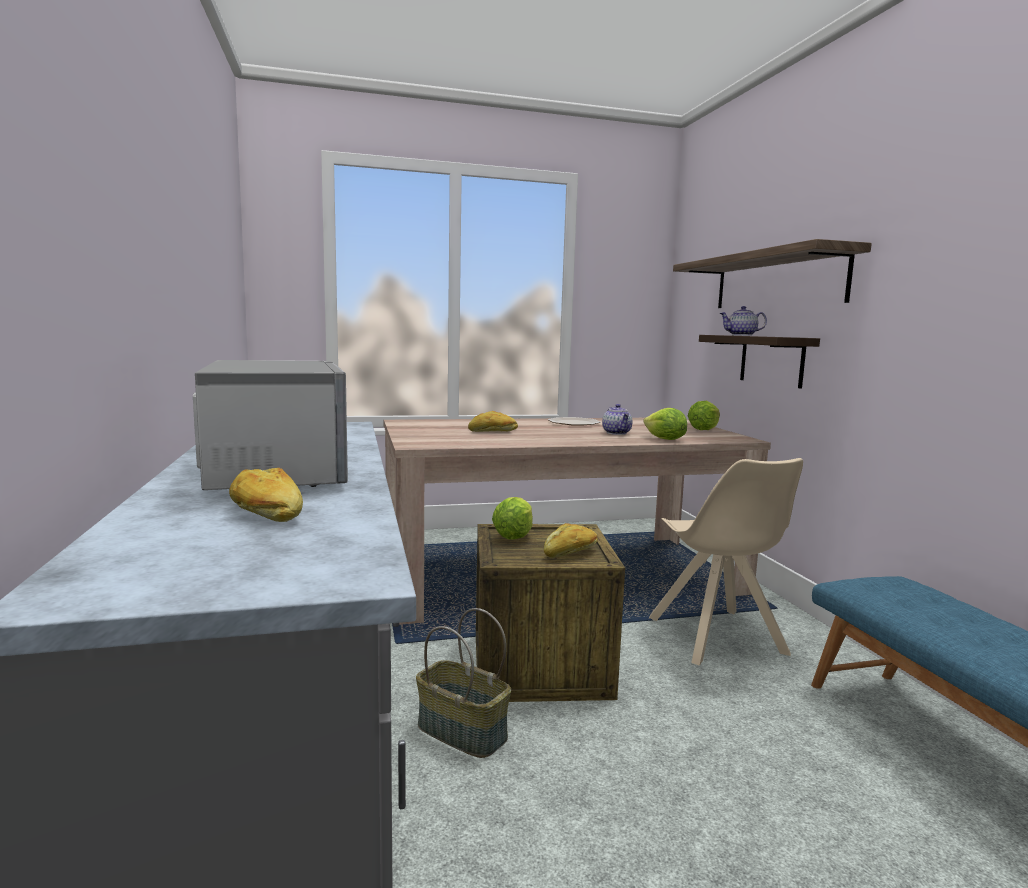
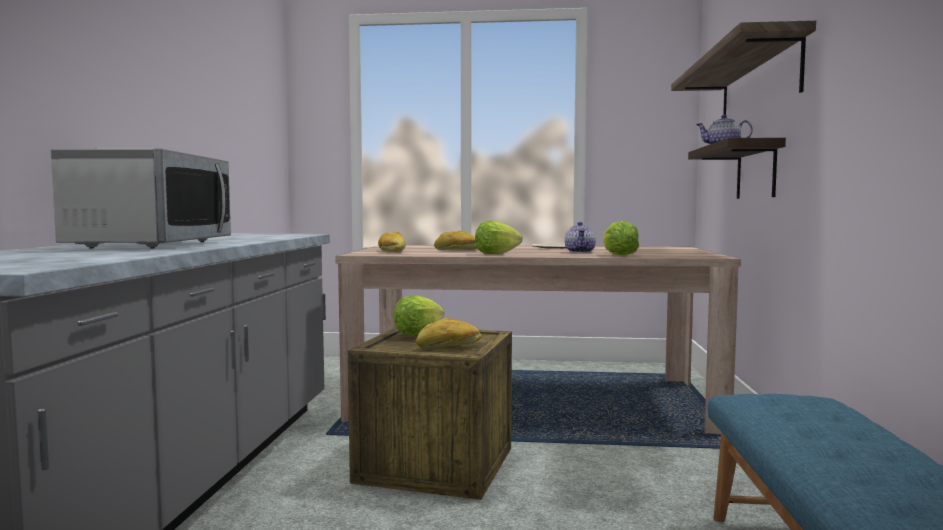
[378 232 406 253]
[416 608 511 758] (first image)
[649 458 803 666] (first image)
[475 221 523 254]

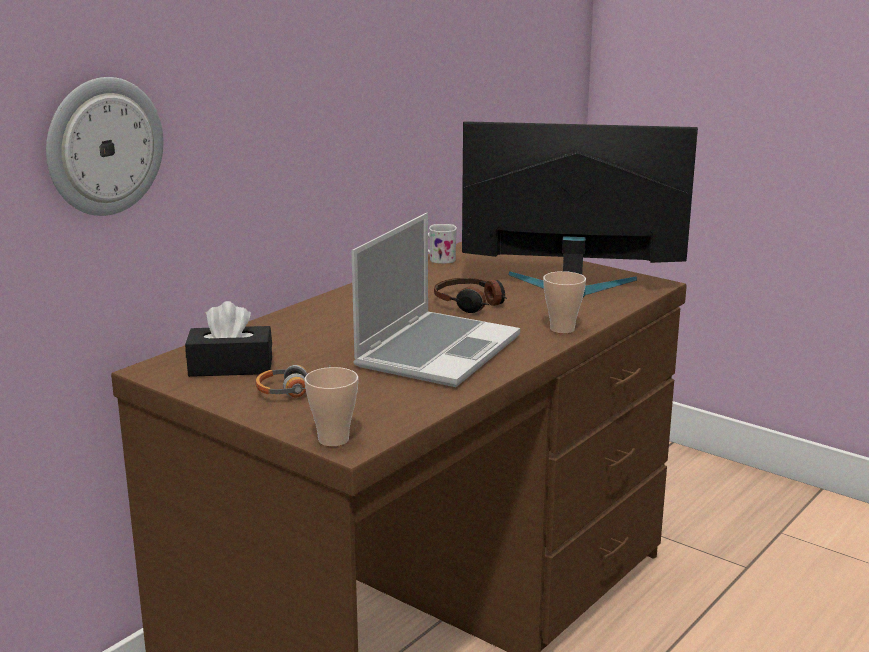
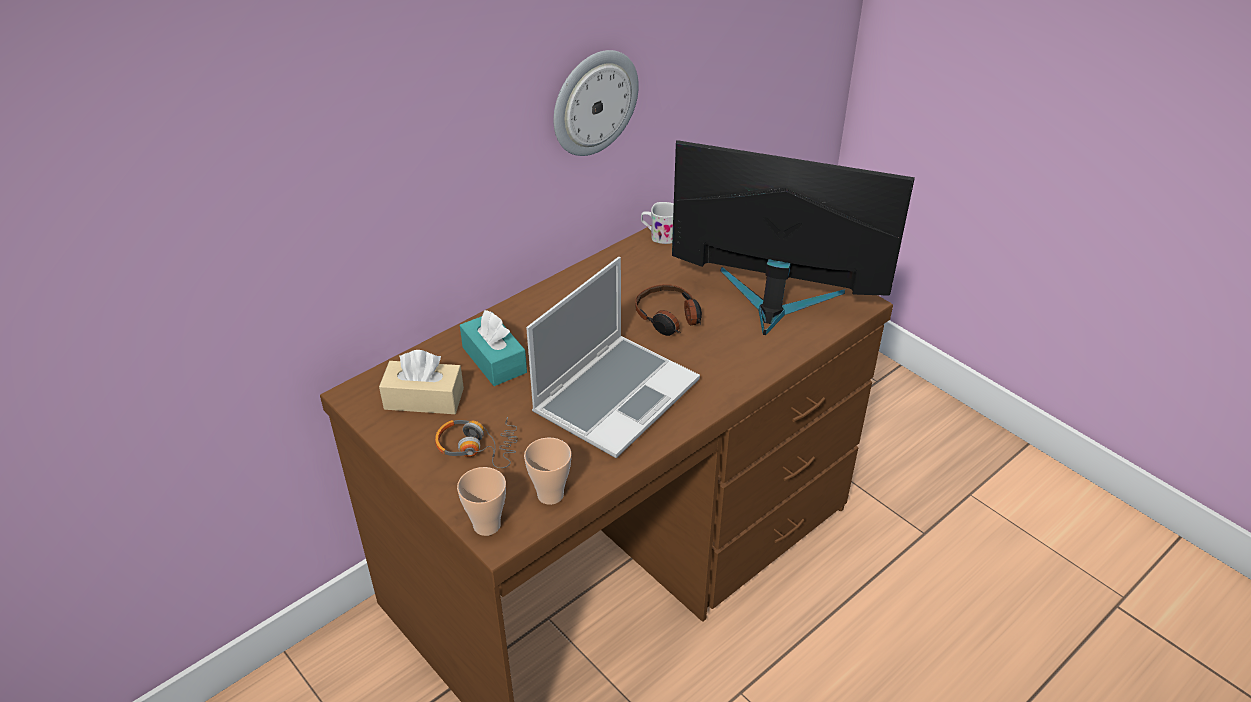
[553 50 639 156]
[379 350 464 414]
[524 438 572 505]
[460 310 527 386]

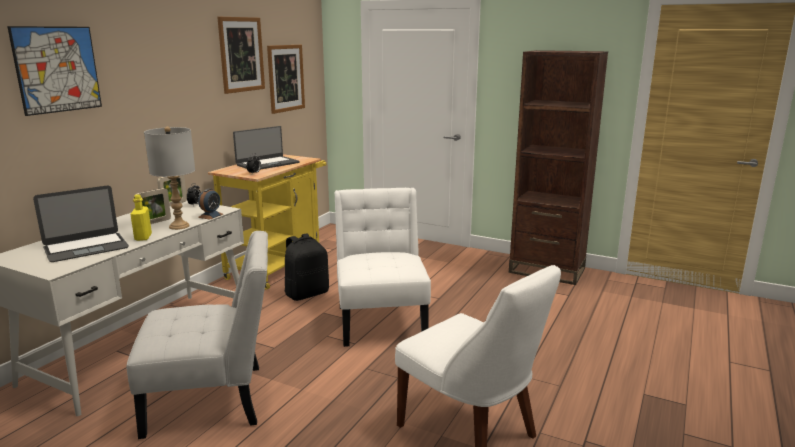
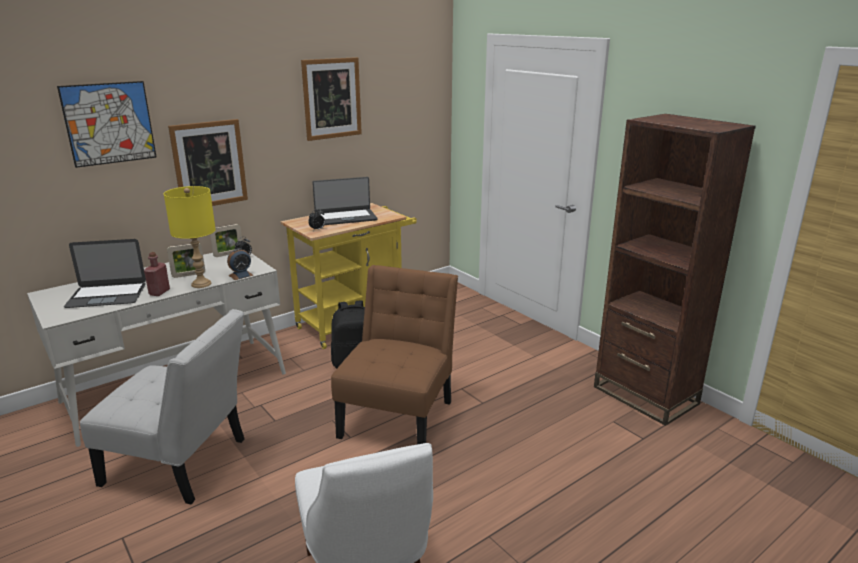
[144 252 170 296]
[164 186 216 288]
[168 119 248 206]
[331 265 458 444]

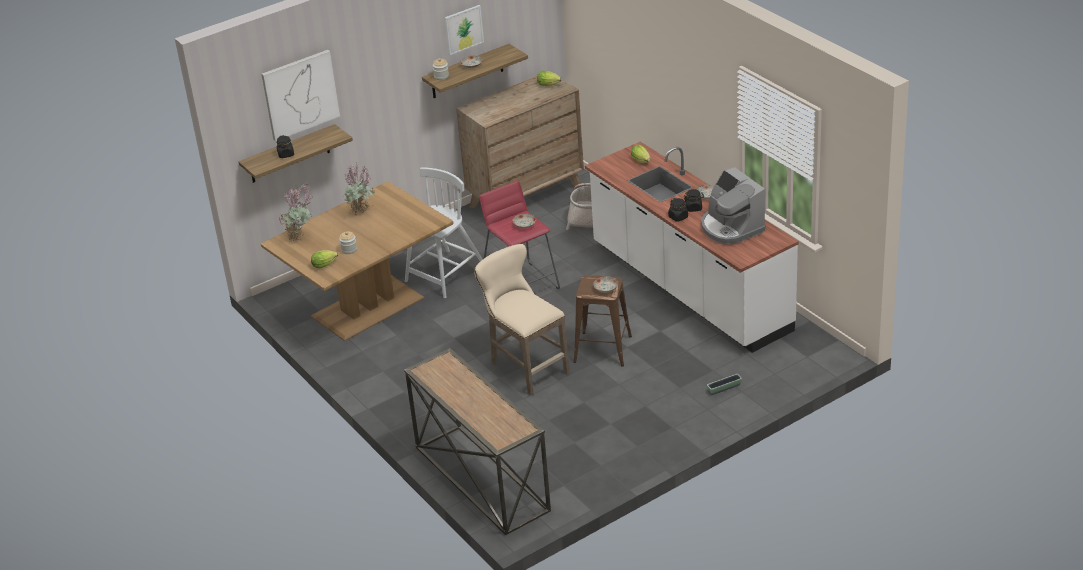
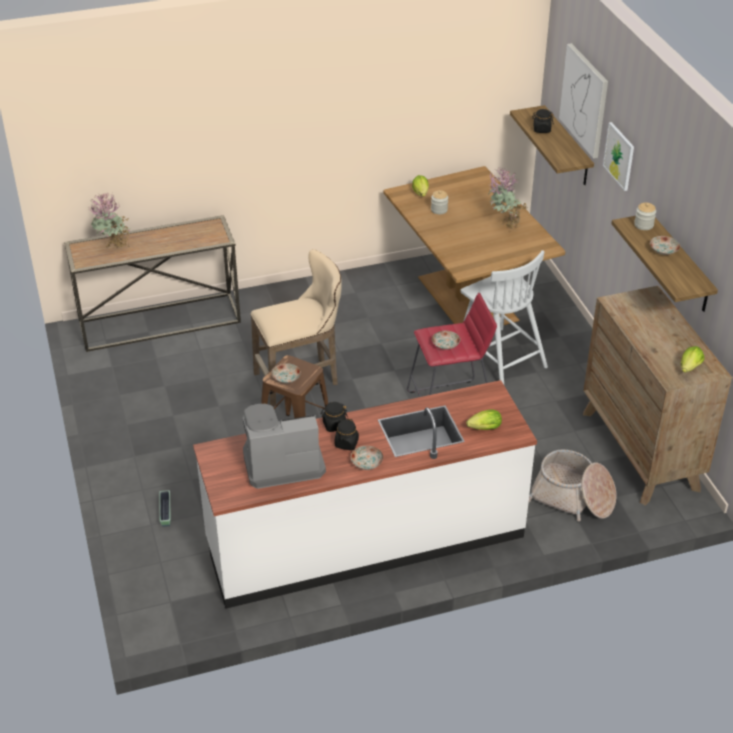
[88 192 131 248]
[603 122 634 191]

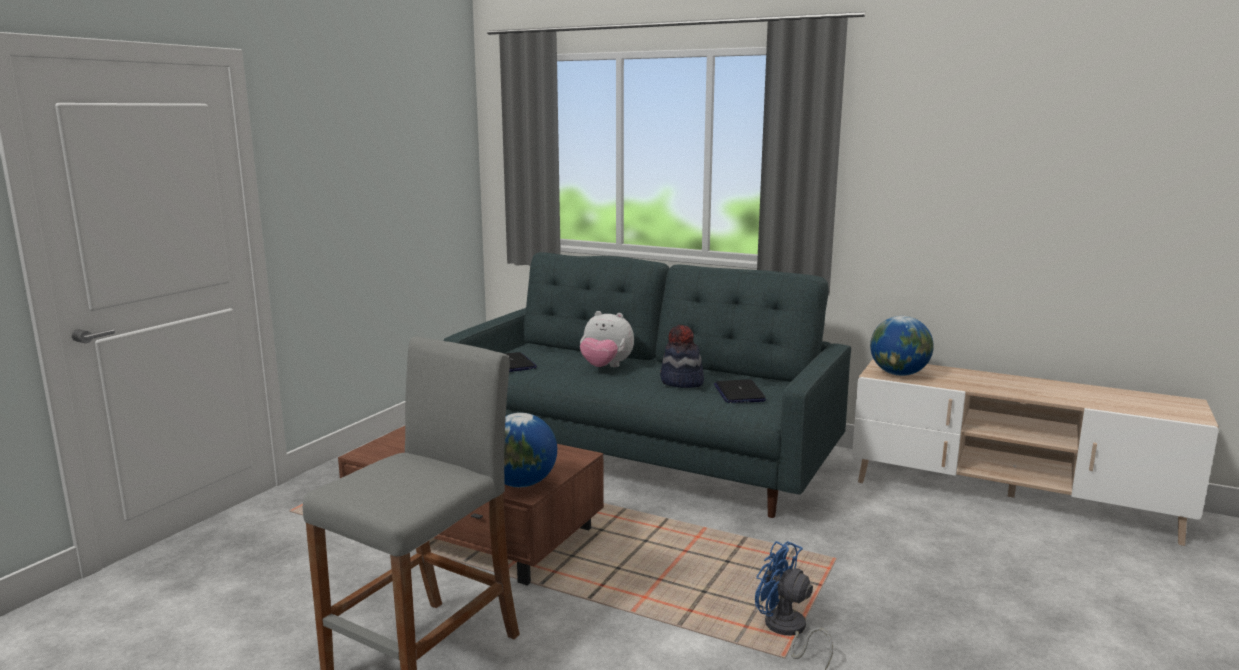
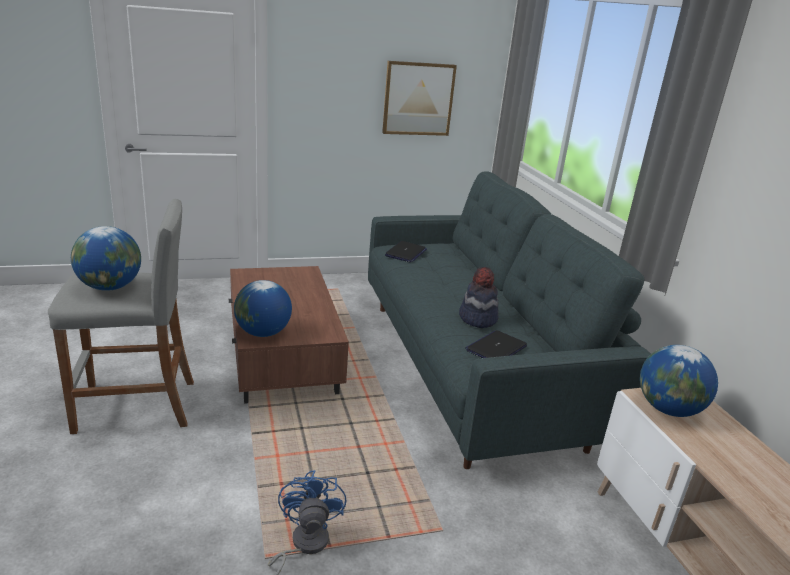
[580 311 634 367] (first image)
[71 226 141 291]
[382 61 457 136]

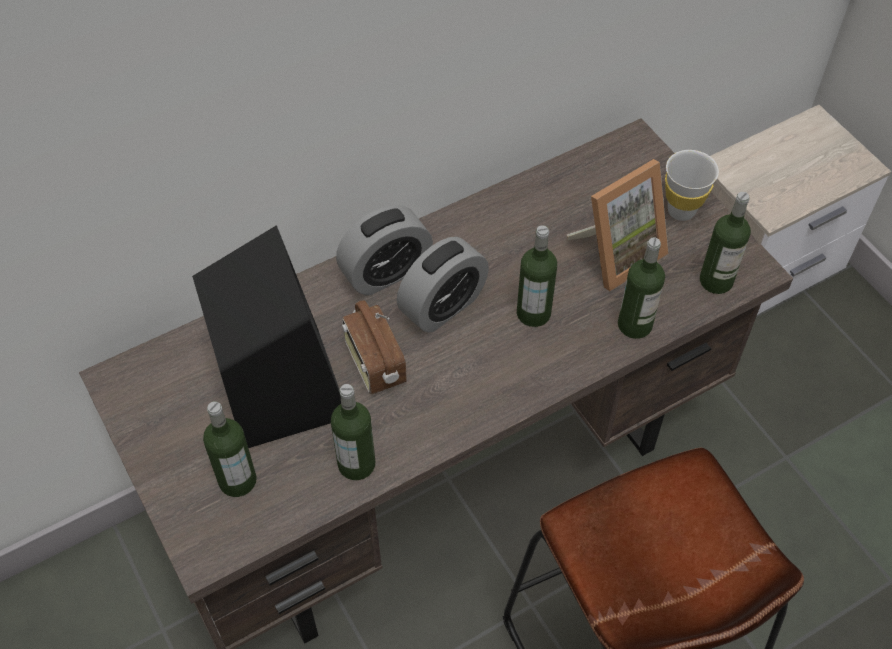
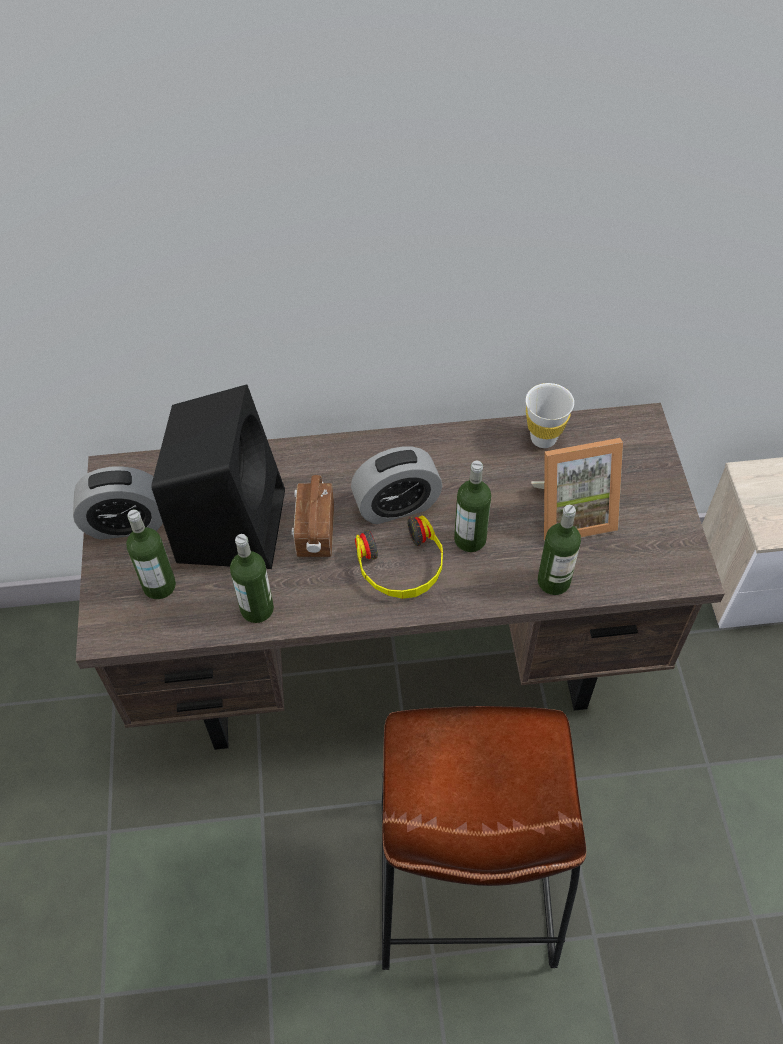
[73 466 163 540]
[526 383 574 448]
[700 192 751 294] (first image)
[355 515 443 599]

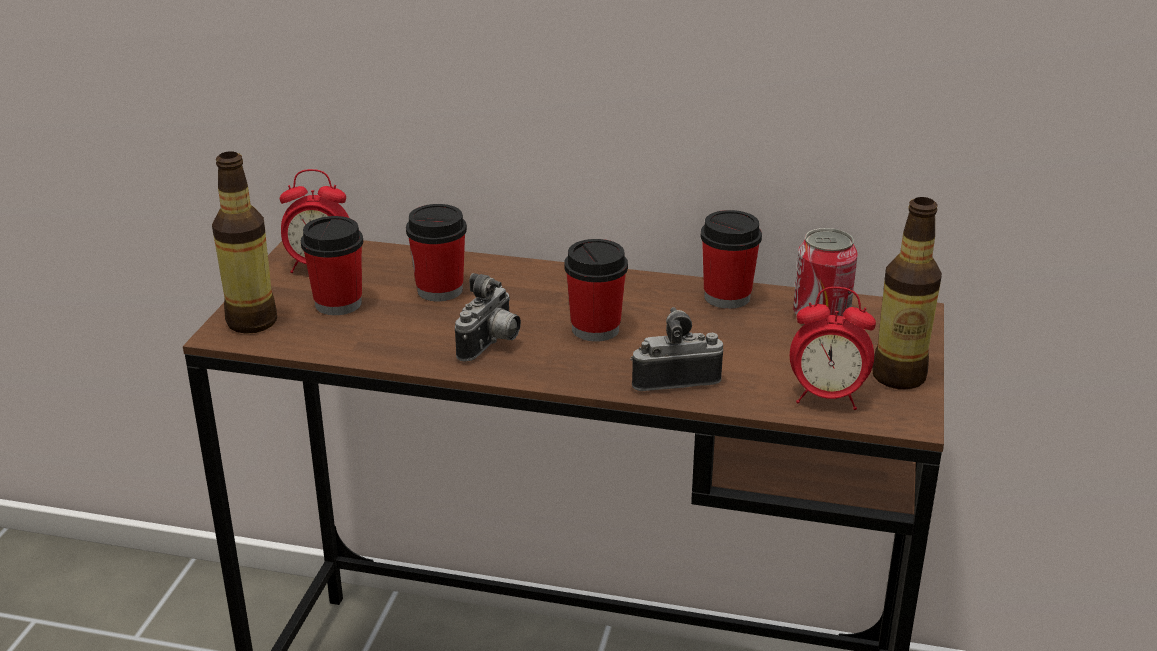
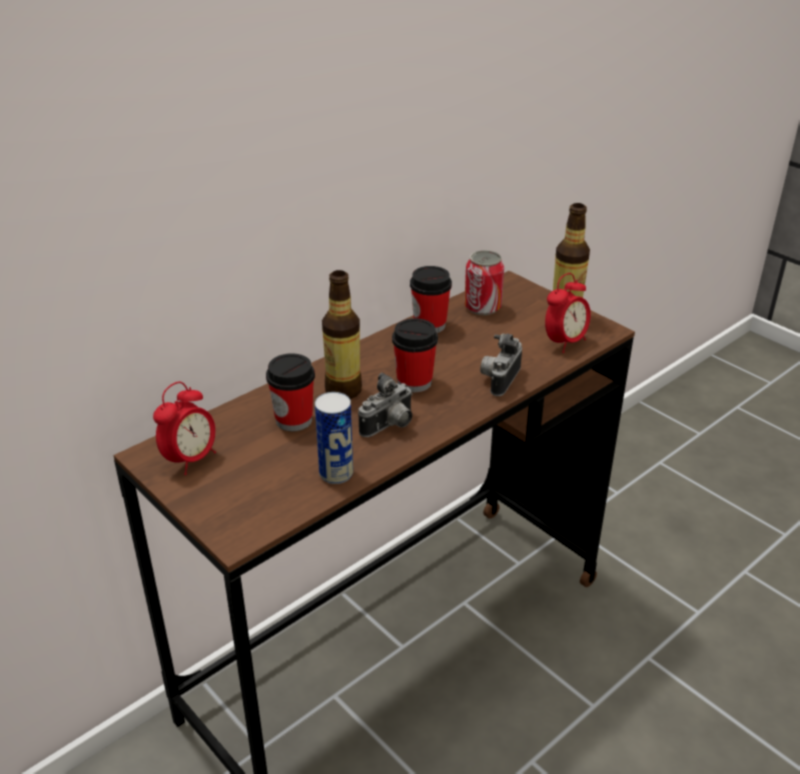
[322 270 362 399]
[301 216 363 315] (first image)
[358 373 413 437]
[315 392 353 484]

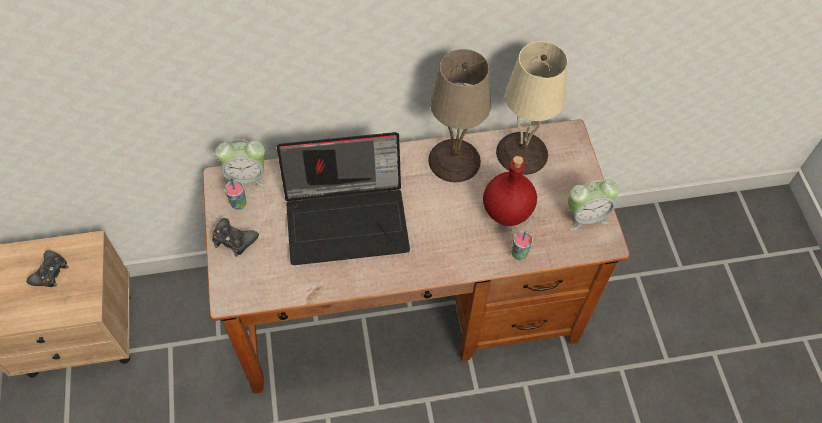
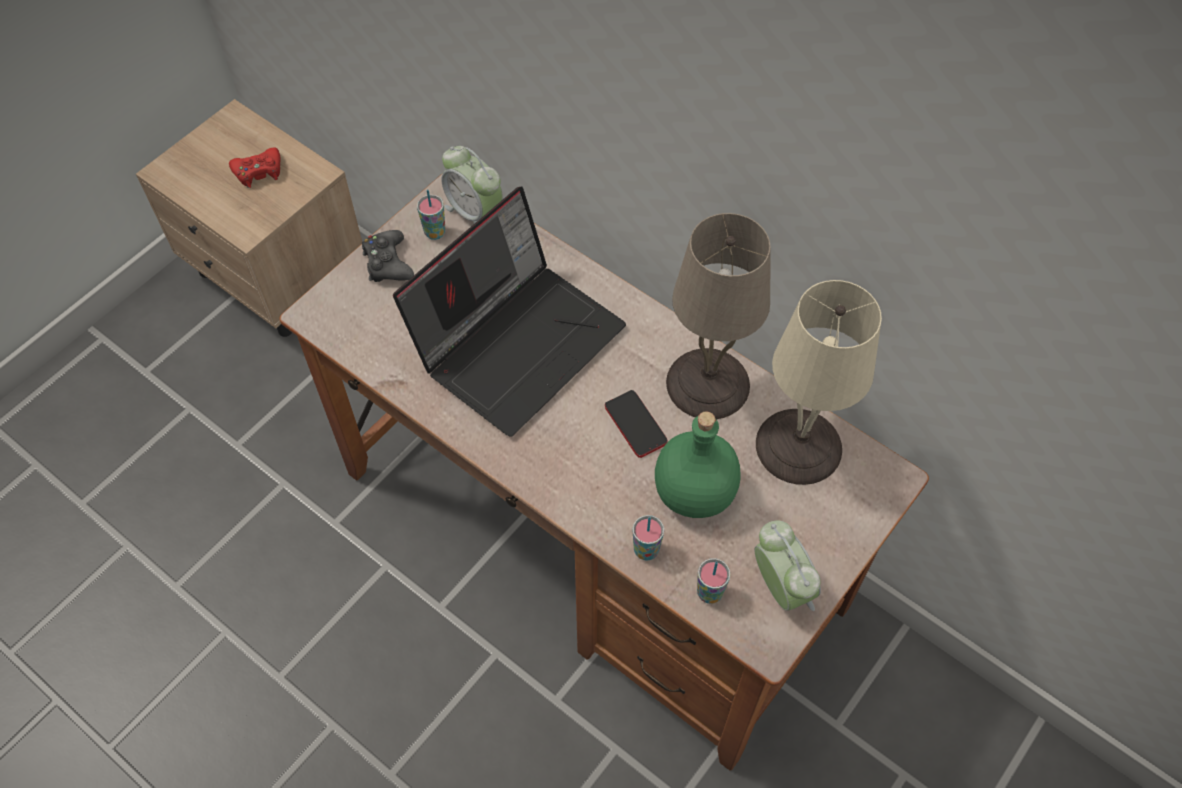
[229 148 280 188]
[393 186 626 437]
[655 411 741 518]
[754 521 821 611]
[605 390 668 458]
[697 558 730 604]

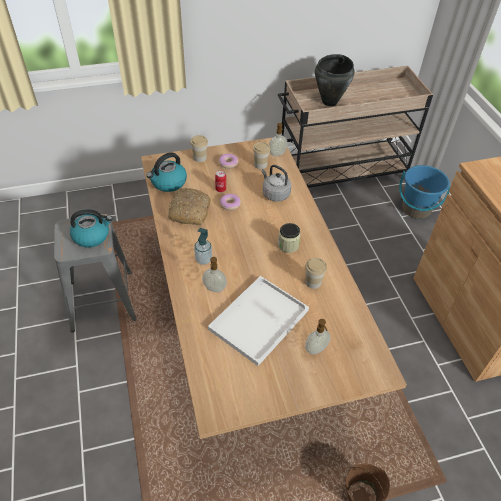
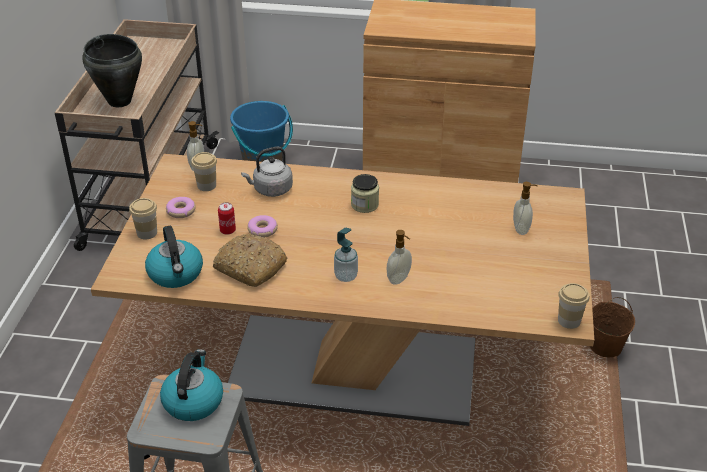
[208 276 309 366] (first image)
[558 283 589 329]

